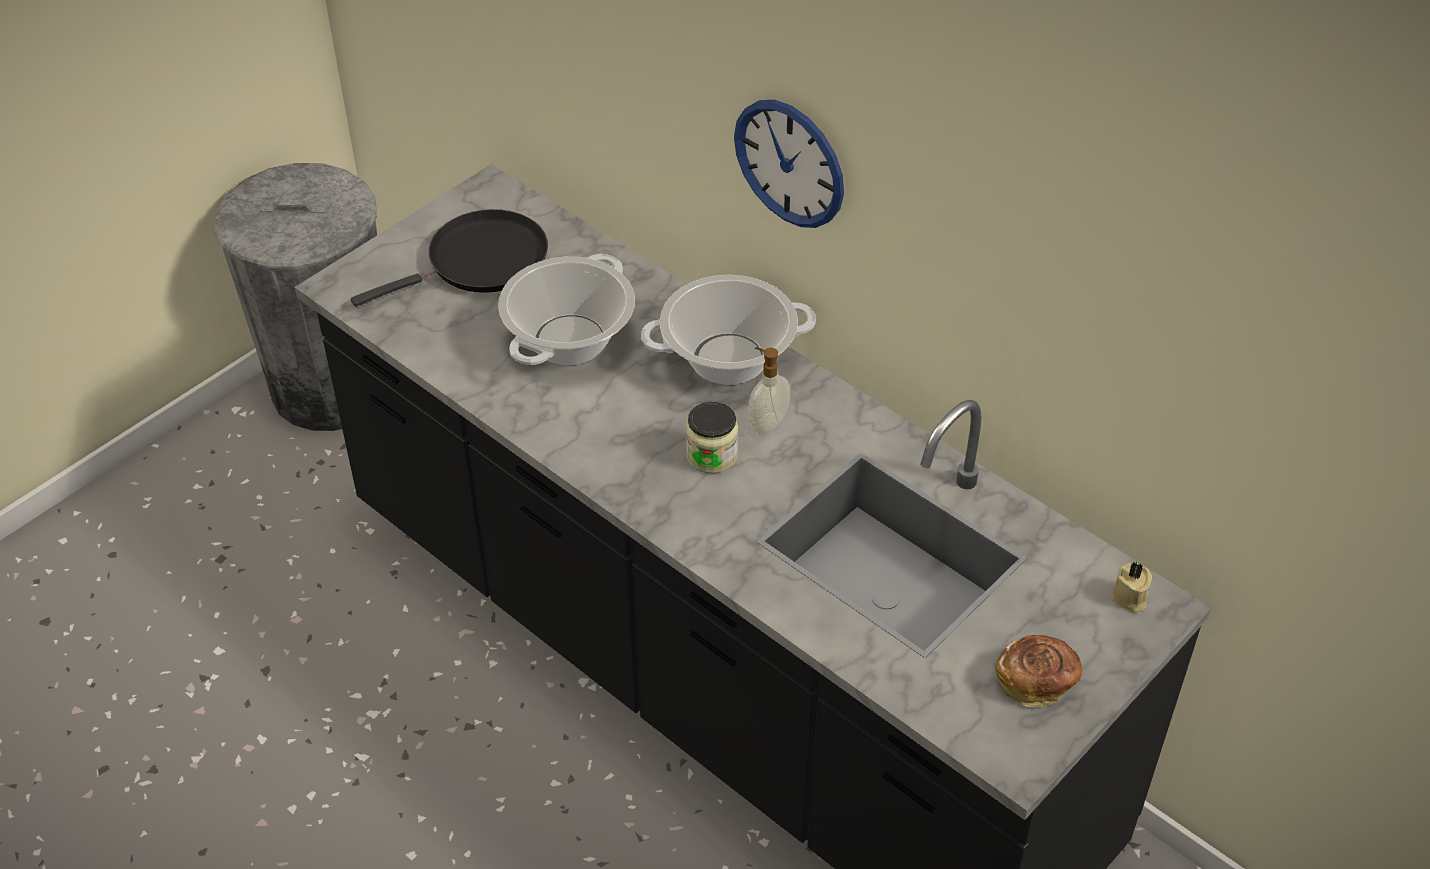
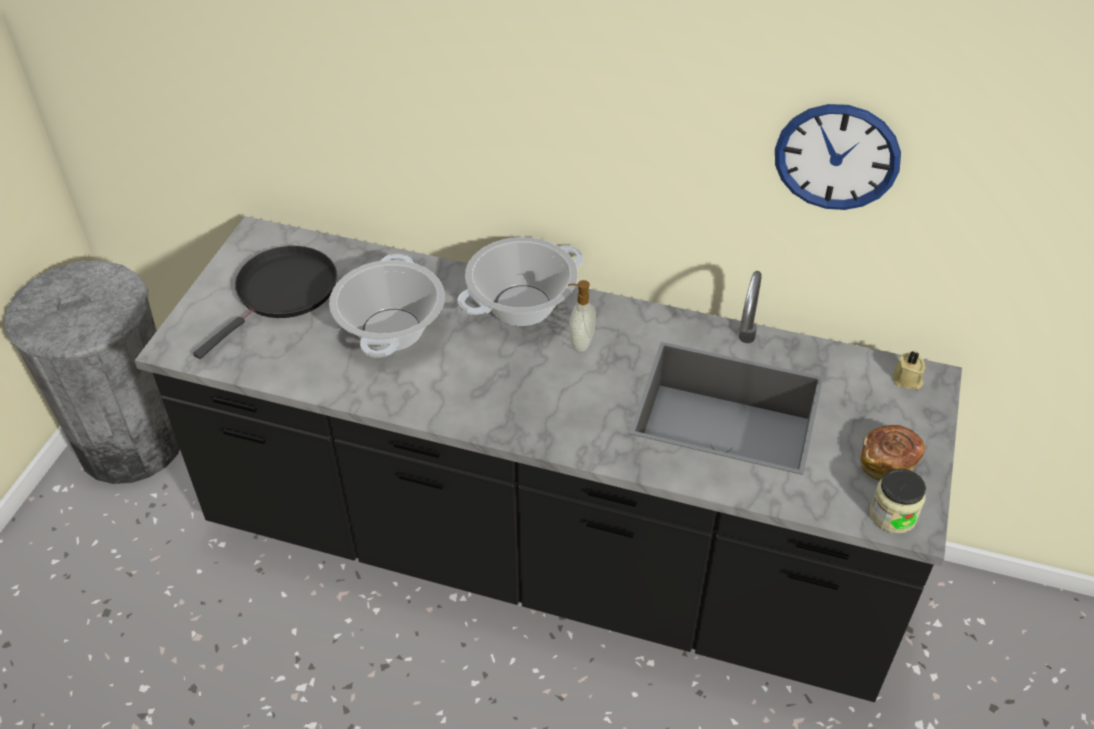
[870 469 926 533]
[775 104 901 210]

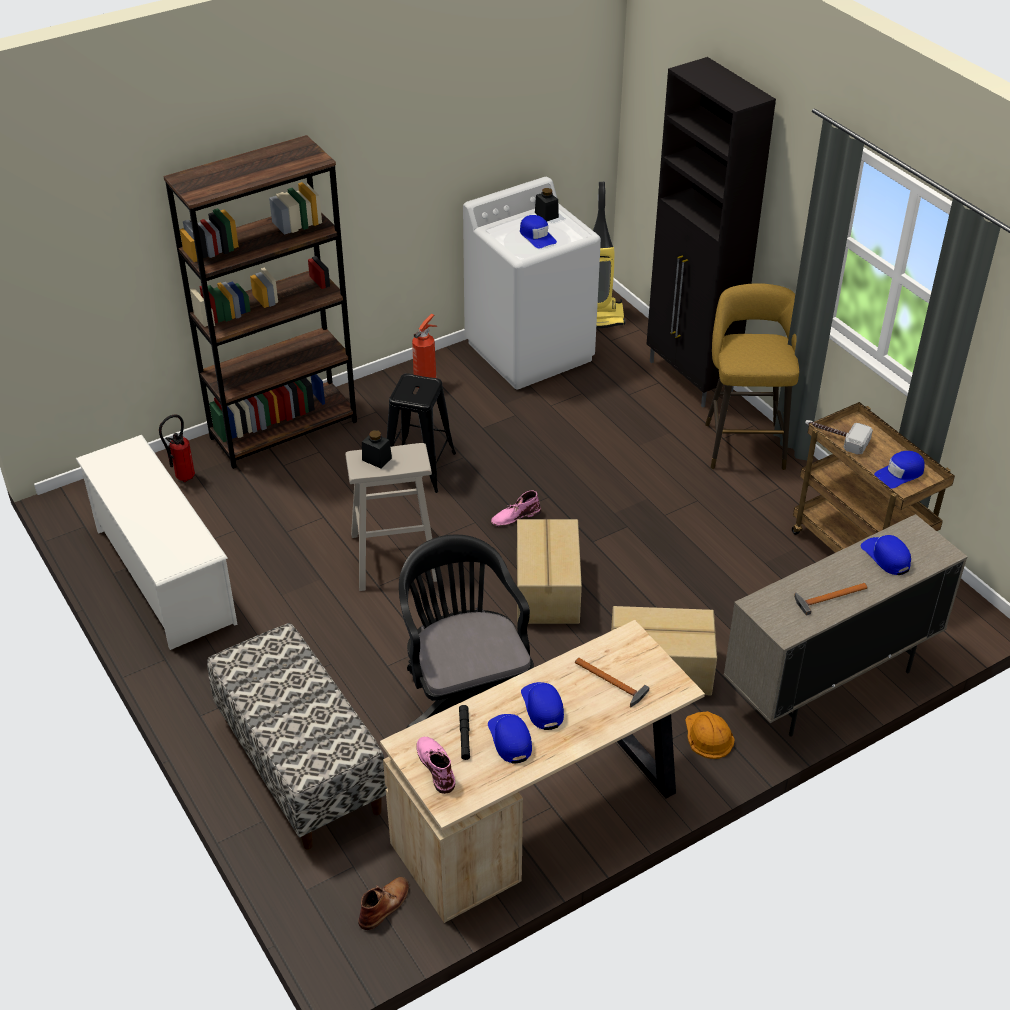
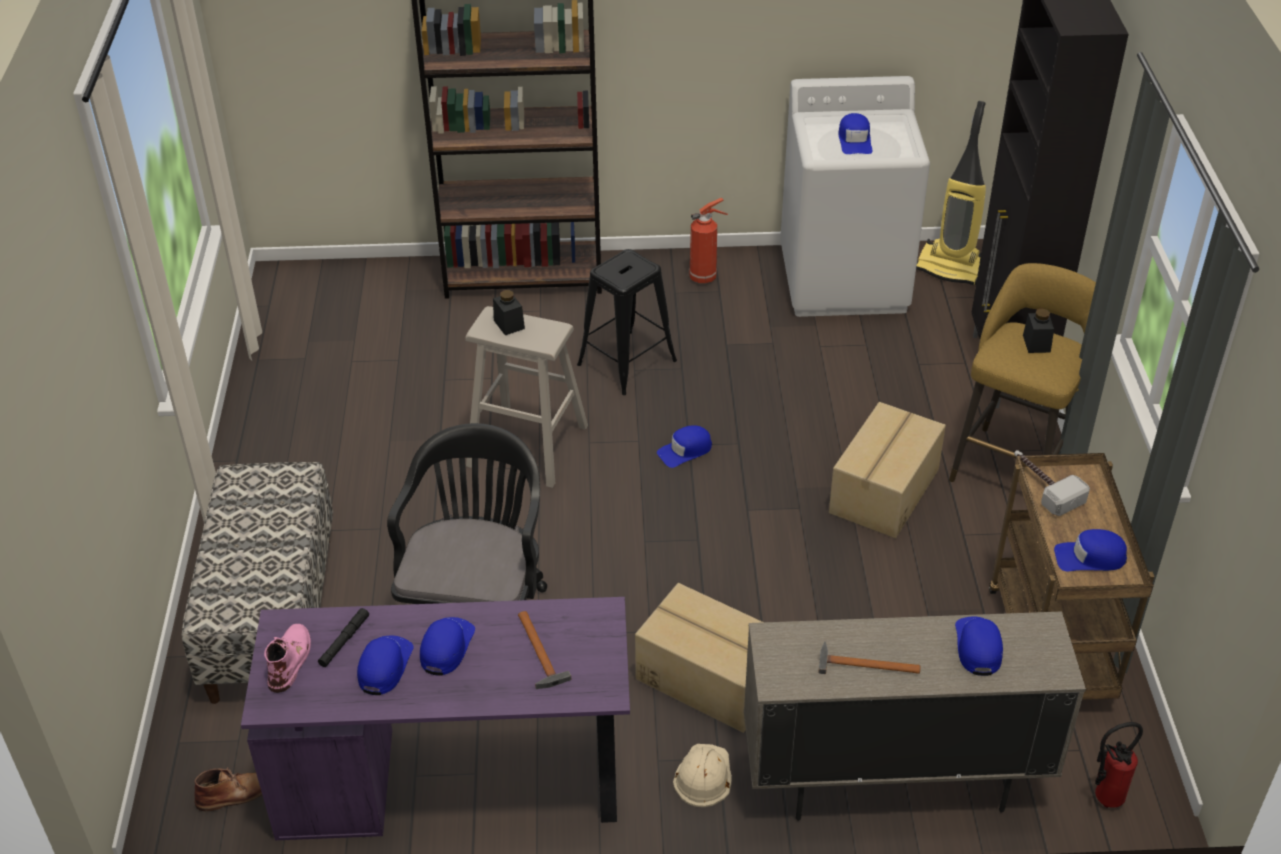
[76 435 238 650] (first image)
[1095 722 1143 808]
[241 597 630 840]
[657 425 712 468]
[829 402 946 538]
[1023 308 1054 353]
[673 744 732 807]

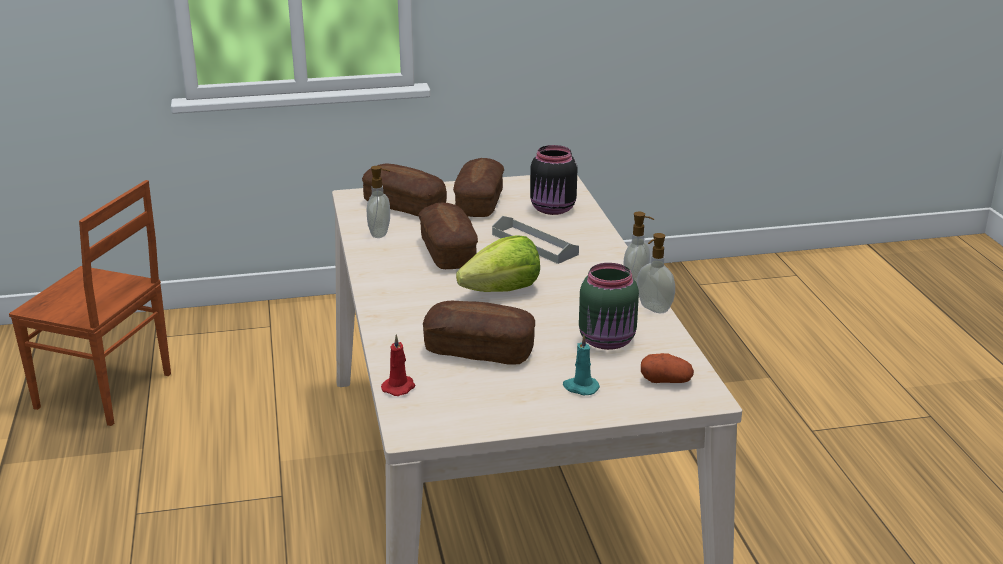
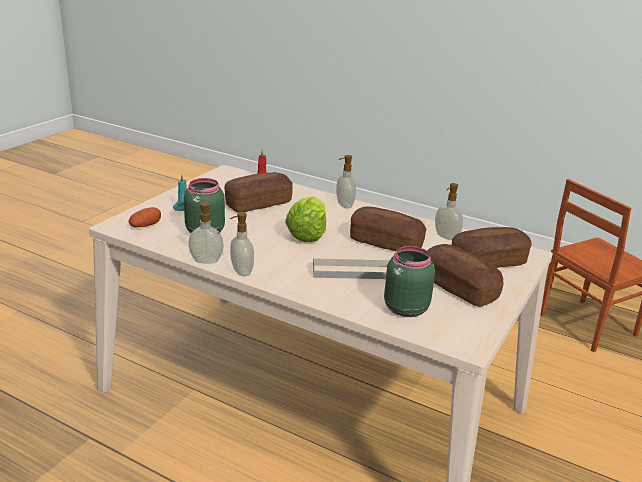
[384 246 435 317]
[336 155 356 209]

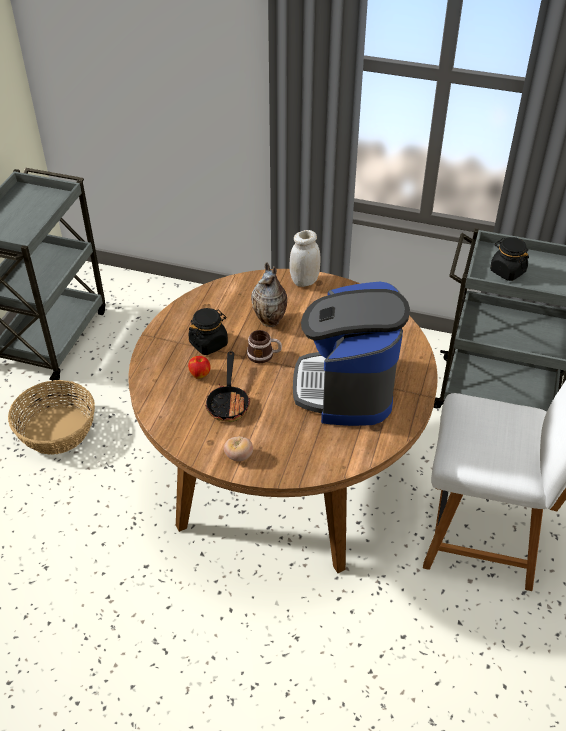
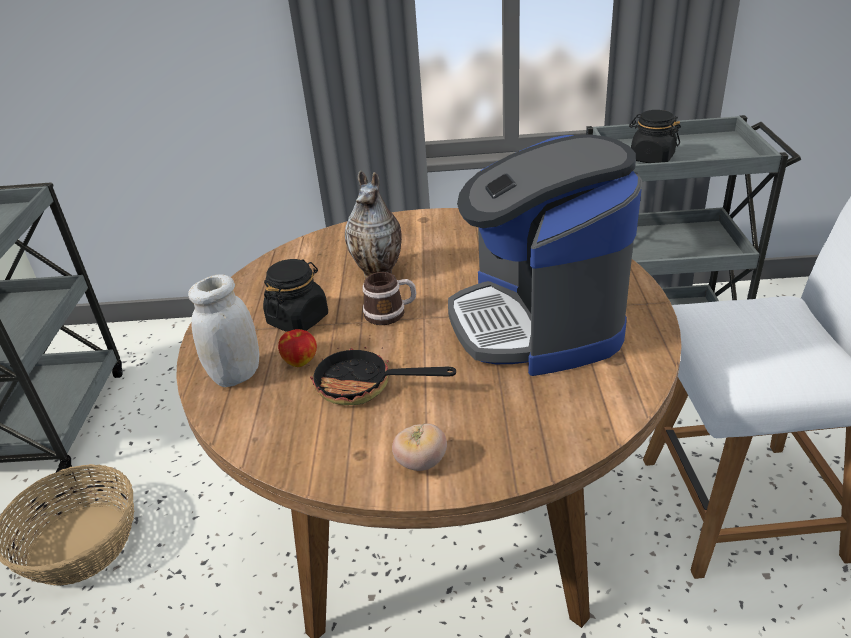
[310 347 456 405]
[188 275 259 387]

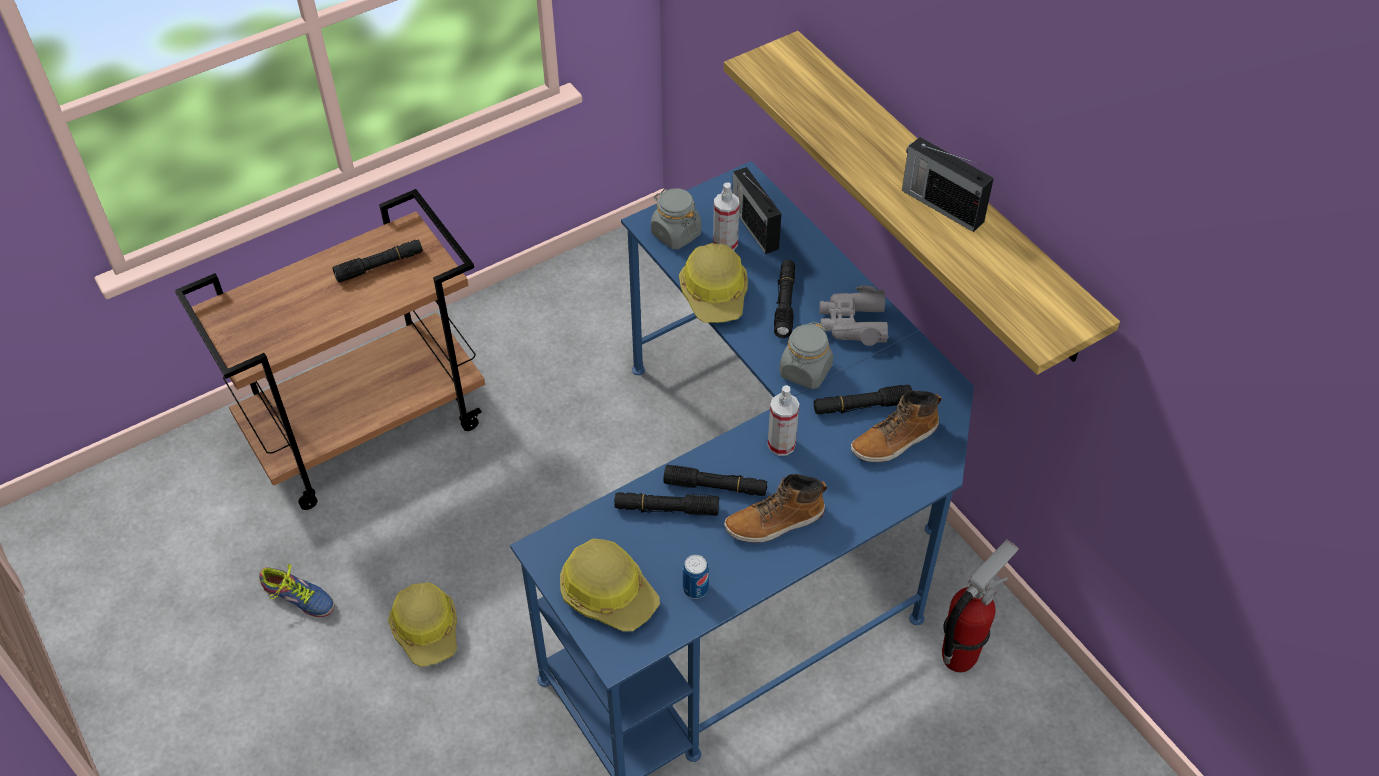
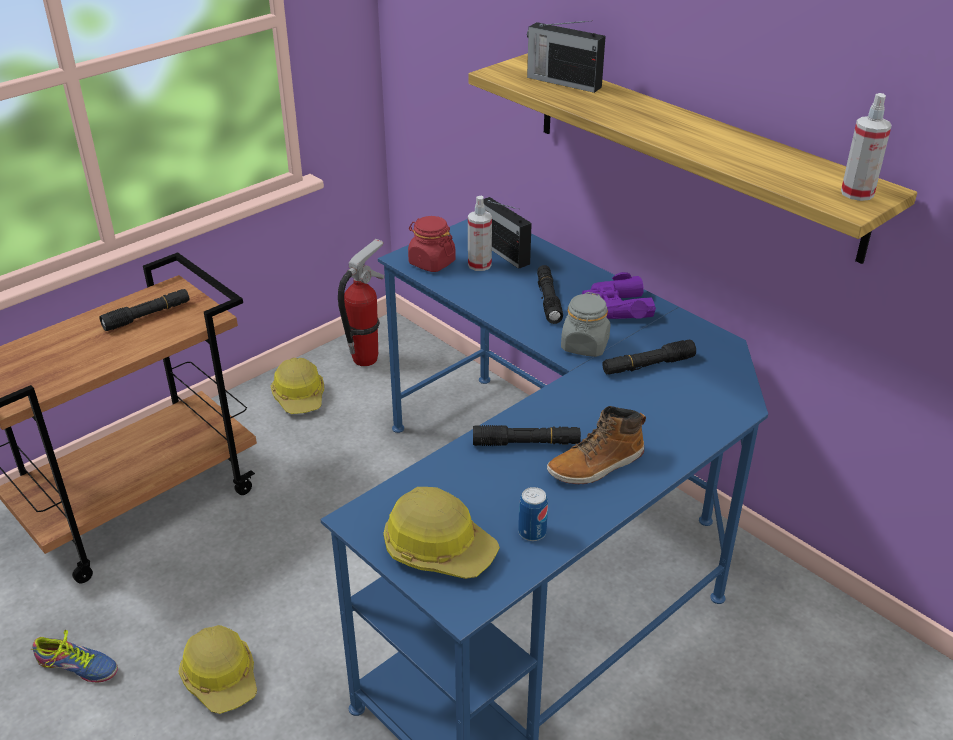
[614 492 719 516] (first image)
[408 216 456 272]
[271 358 324 414]
[841 93 892 201]
[582 272 656 319]
[851 390 942 462] (first image)
[527 21 606 93]
[338 239 384 366]

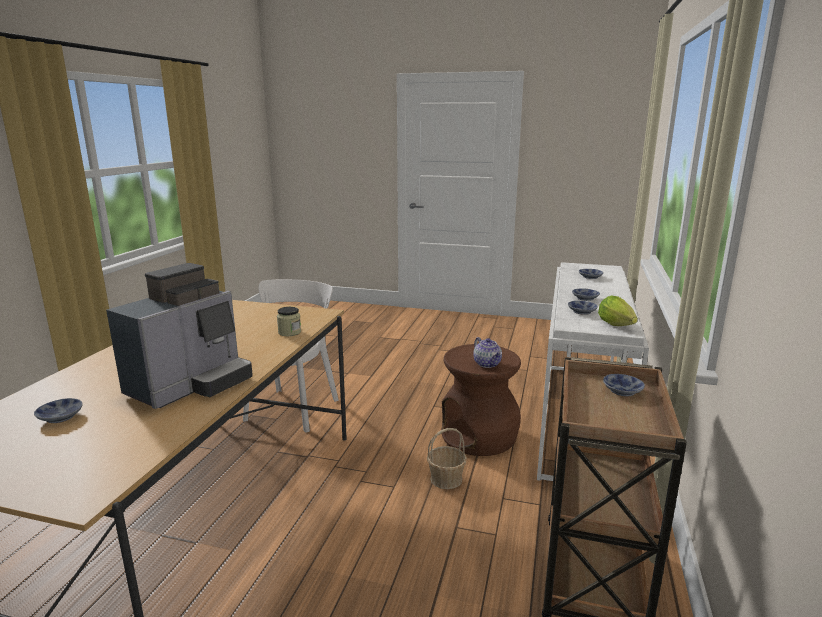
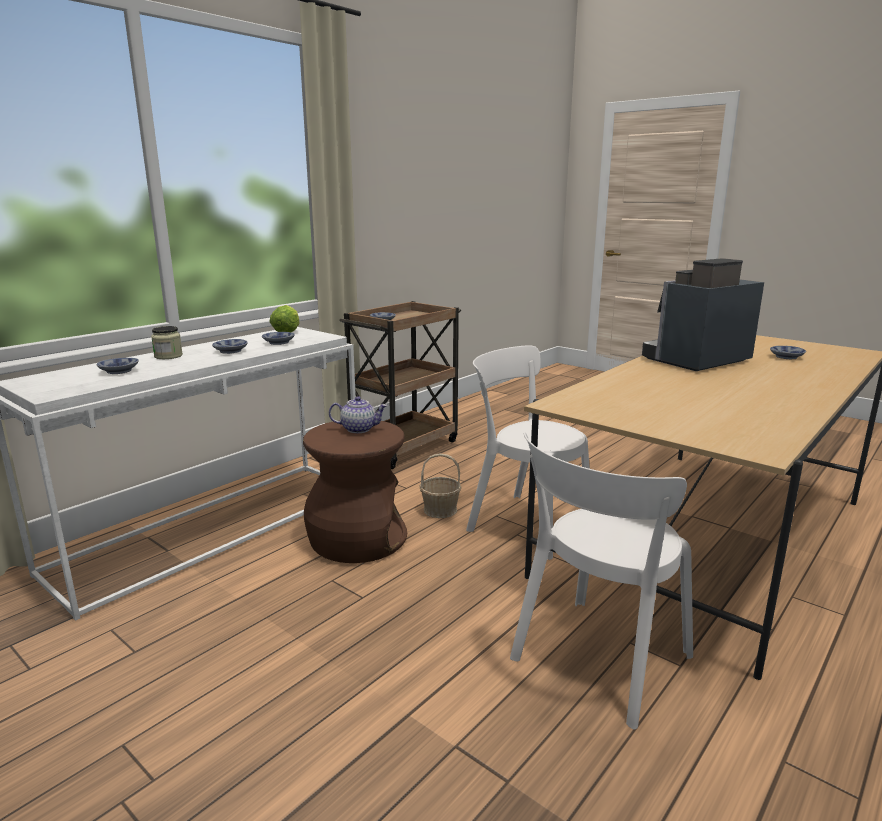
[151 326 183 359]
[329 396 387 433]
[466 345 590 560]

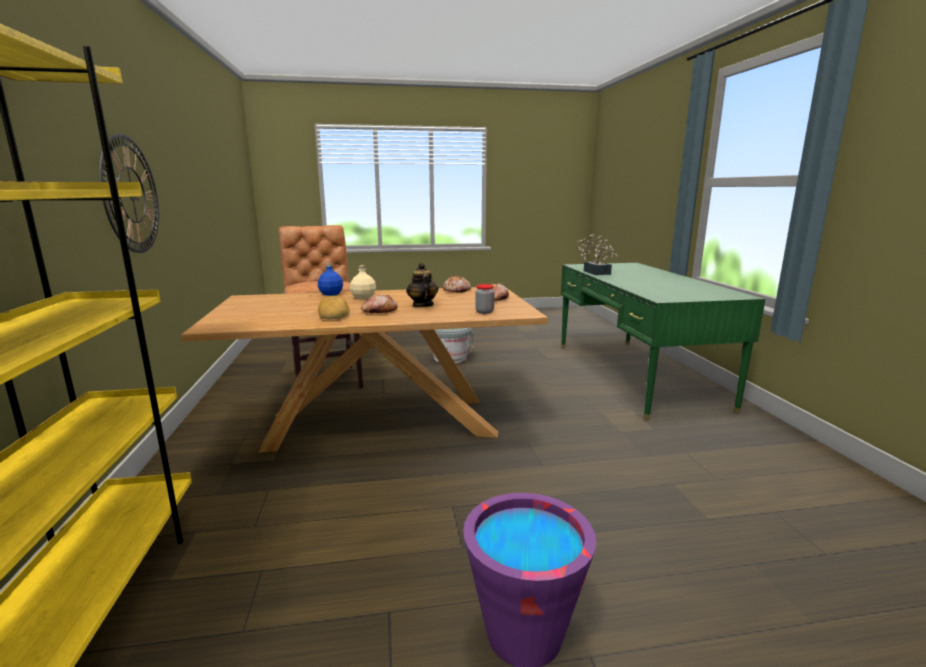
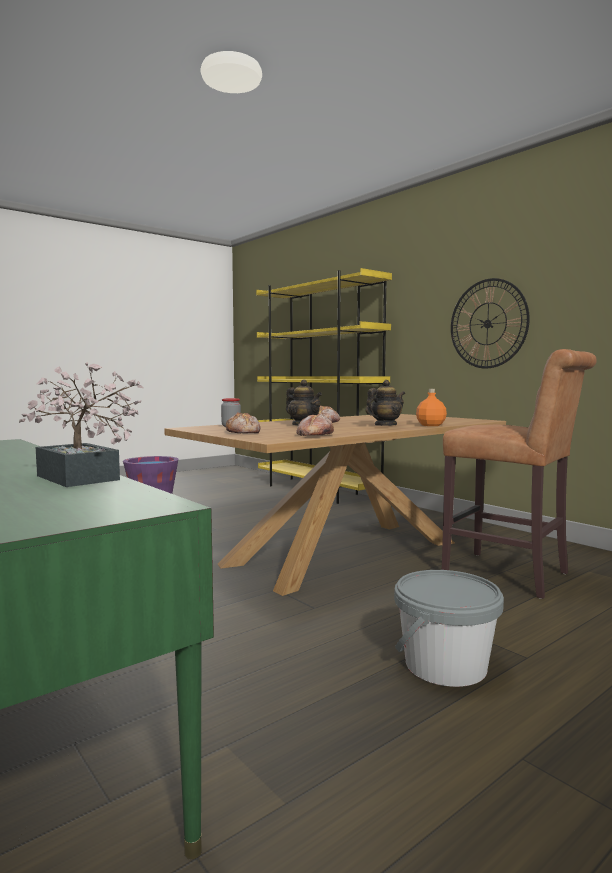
[416 389 447 426]
[318 296 350 319] (first image)
[366 380 405 426]

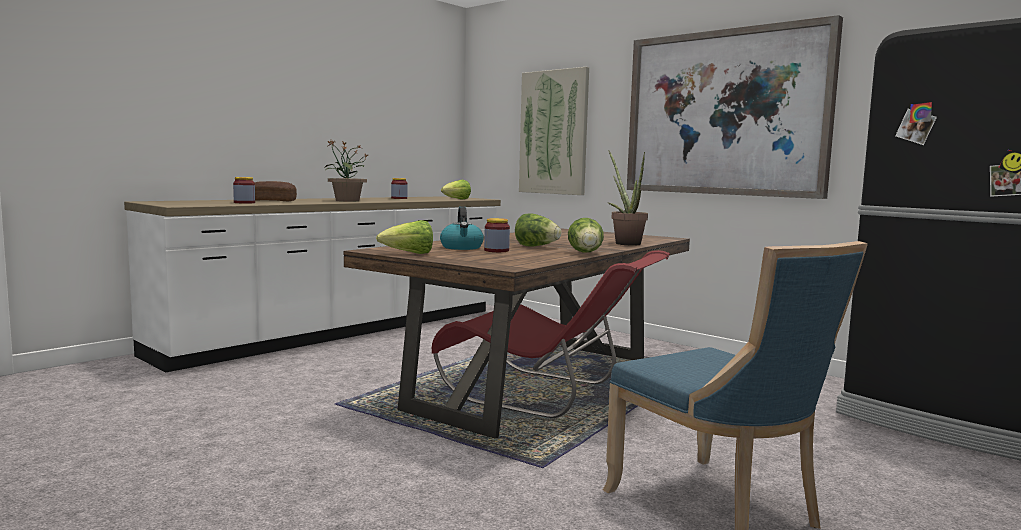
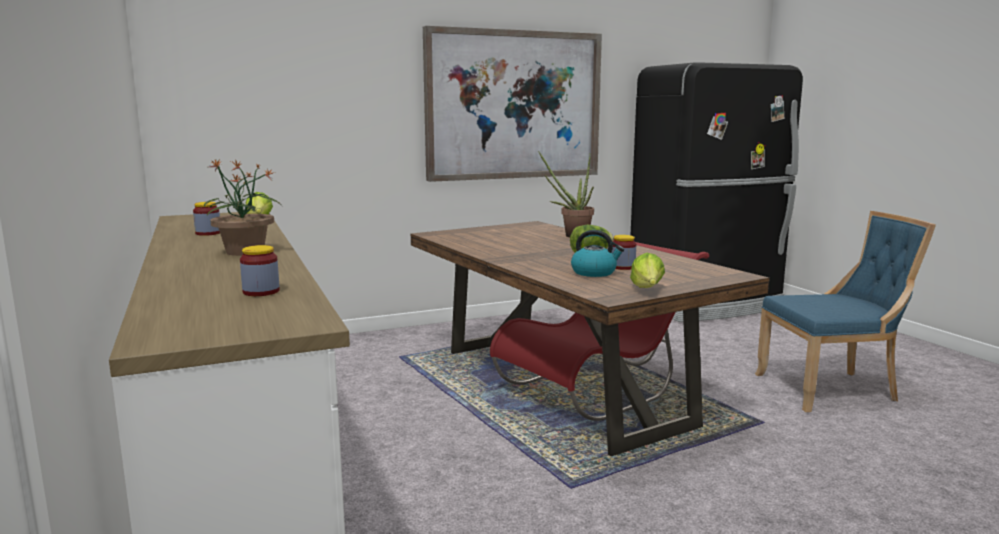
[255 181 297 201] (first image)
[519 67 589 195] (first image)
[568 218 604 253] (first image)

